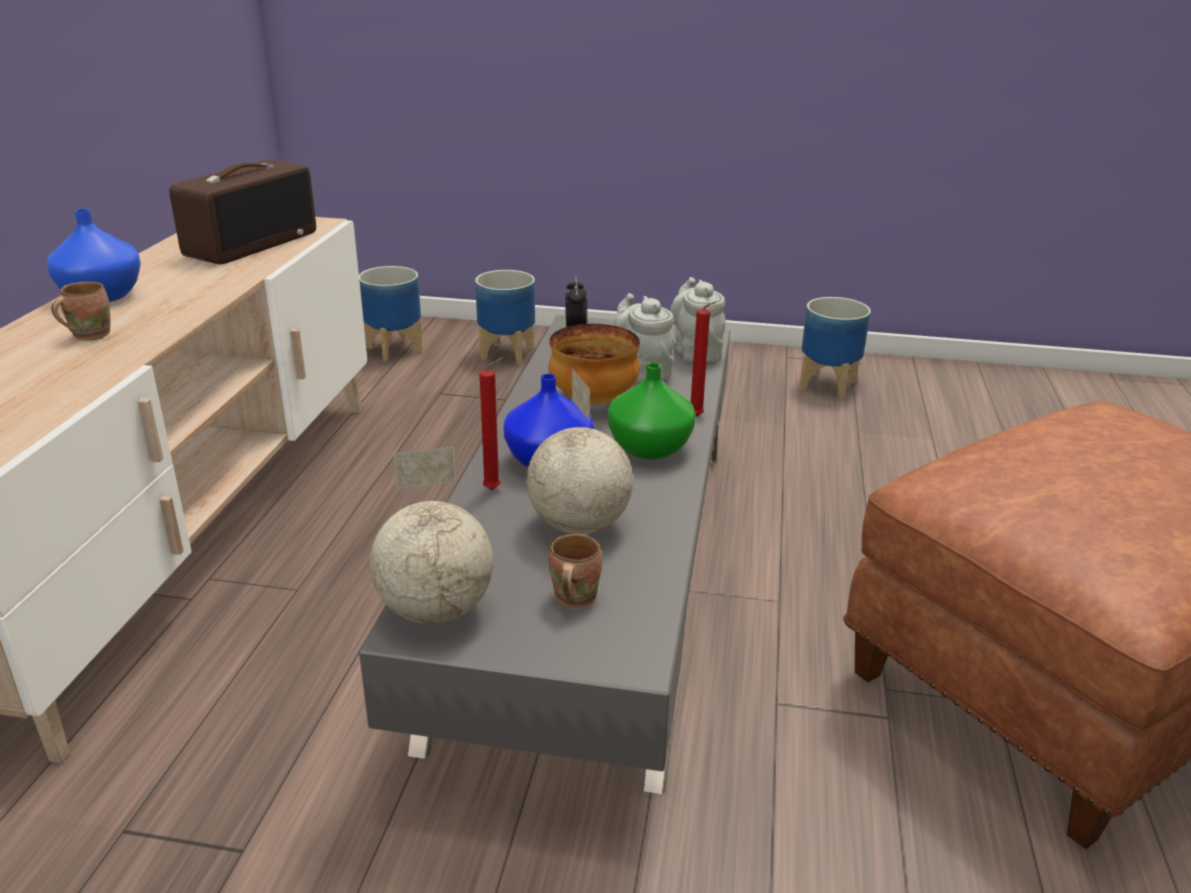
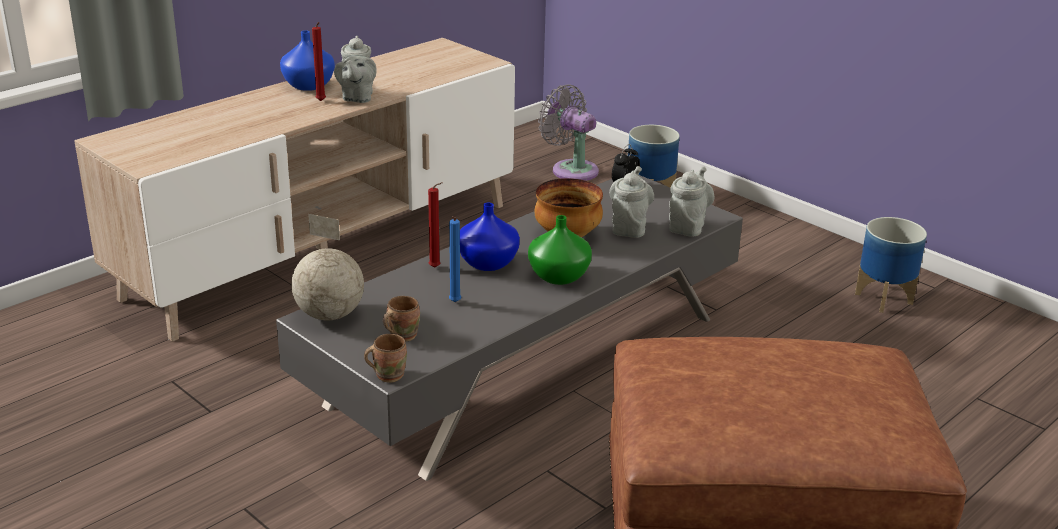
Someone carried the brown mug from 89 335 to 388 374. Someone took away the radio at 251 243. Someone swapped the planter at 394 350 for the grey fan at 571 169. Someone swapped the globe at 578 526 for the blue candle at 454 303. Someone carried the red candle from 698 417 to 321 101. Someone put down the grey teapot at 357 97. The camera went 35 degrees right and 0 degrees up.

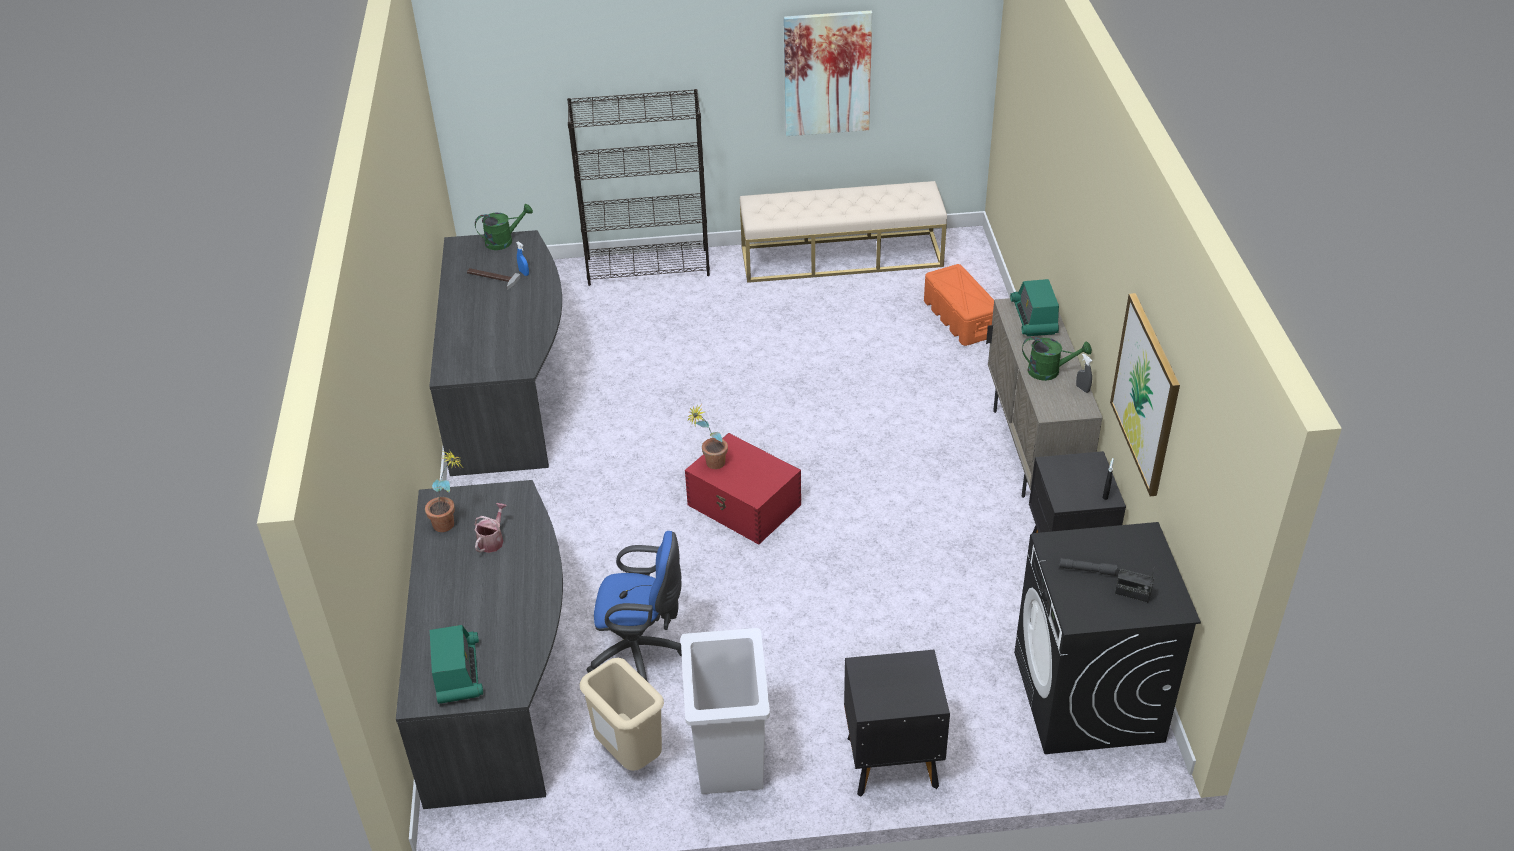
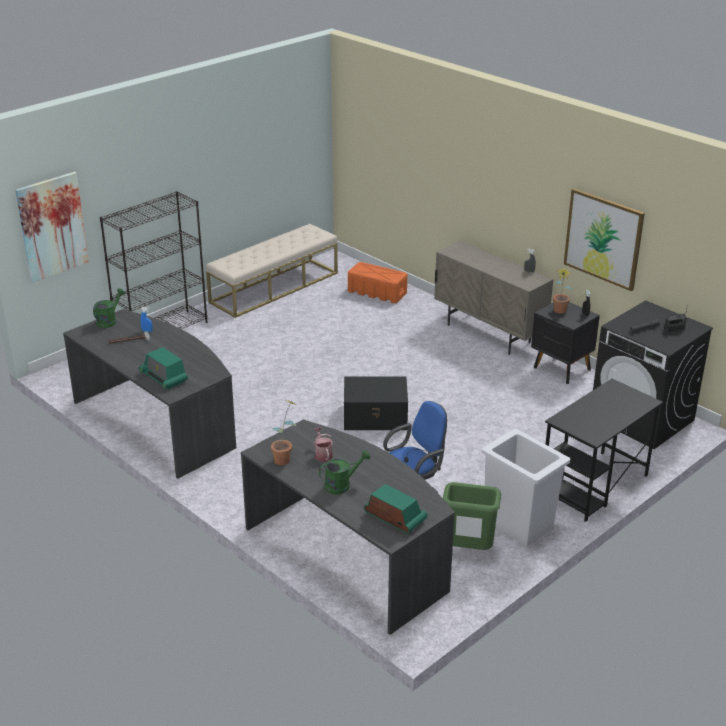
Someone repainted the beige trash can at 628 755, which became the green trash can at 467 551. Someone repainted the red storage box at 744 506, which became the black storage box at 376 417. Someone carried the potted plant from 710 465 to 559 312. Someone carried the picture from 827 73 to 52 226. Someone swapped the black nightstand at 890 760 for the black desk at 594 486. Someone carried the radio from 1034 318 to 164 377. Someone carried the green watering can from 1050 371 to 341 485. The camera went 40 degrees left and 10 degrees down.

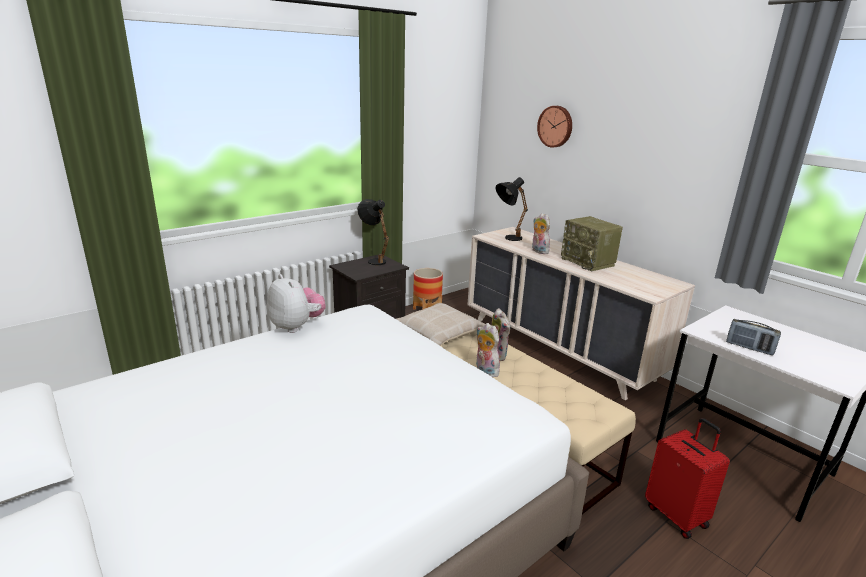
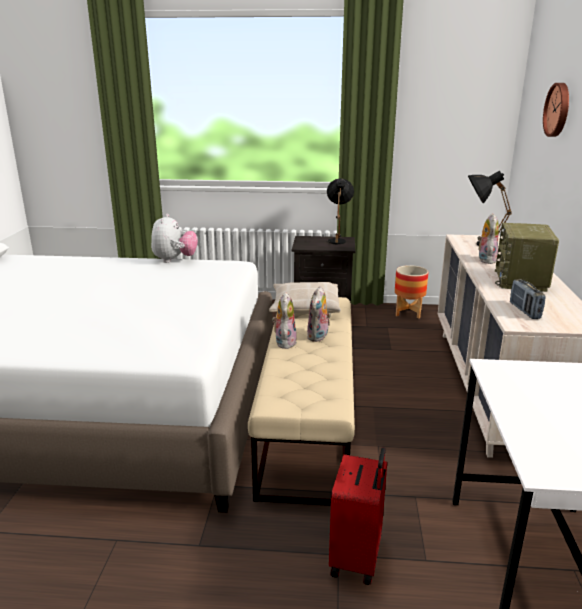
Someone carried the radio from 749 348 to 524 311. The camera went 45 degrees right and 0 degrees up.

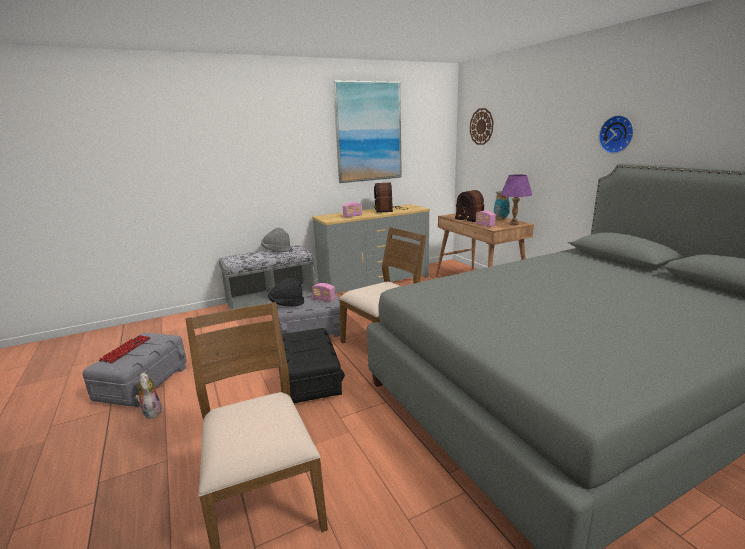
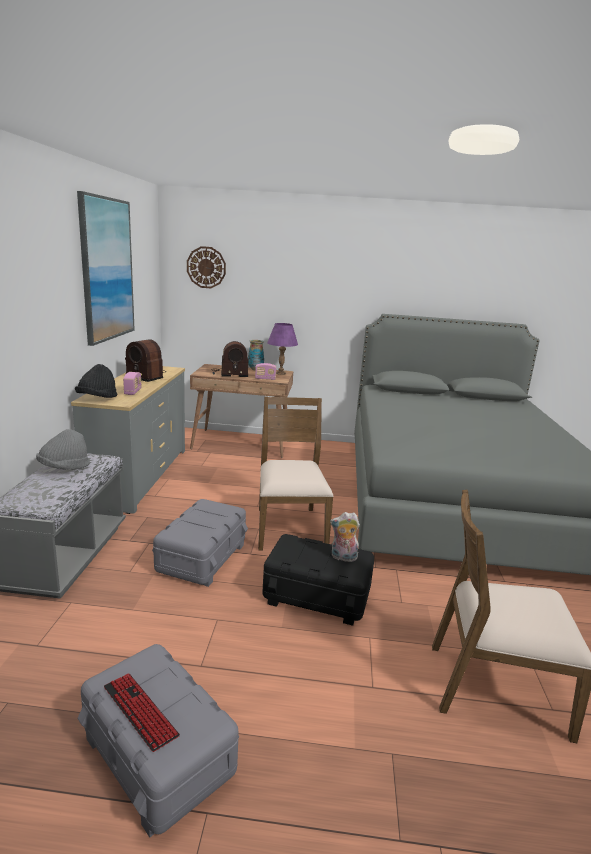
Someone carried the plush toy from 151 412 to 343 558. Someone carried the black hat from 286 304 to 97 399. Someone took away the radio at 324 299. Someone took away the wall clock at 617 134. The camera went 60 degrees left and 0 degrees up.

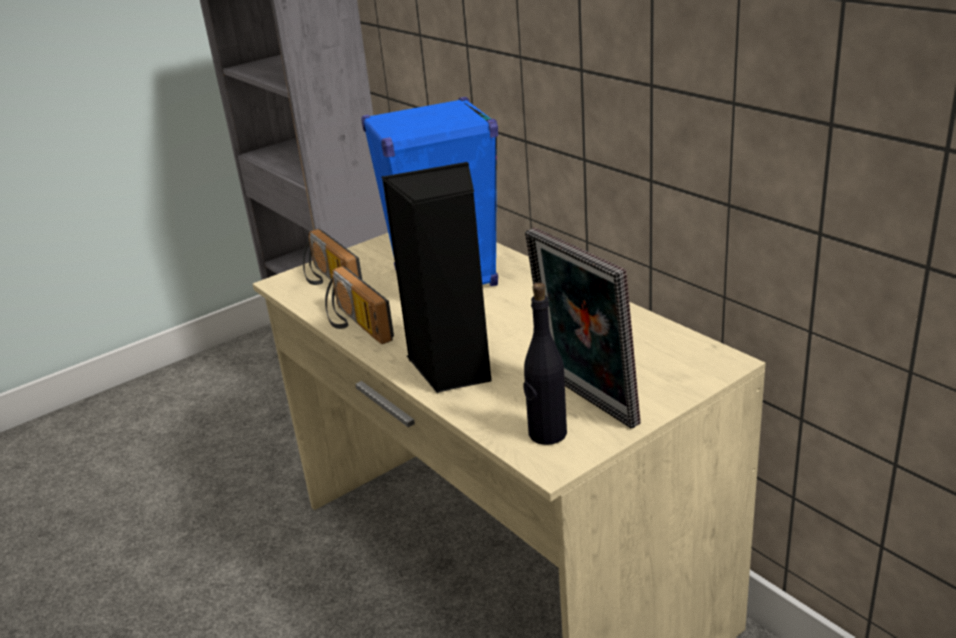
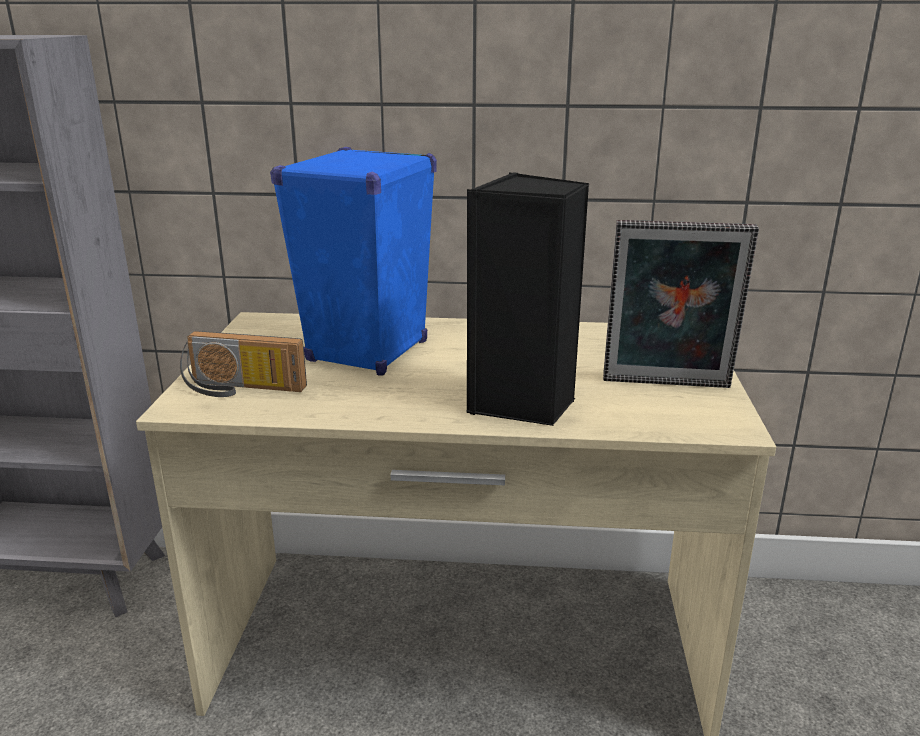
Someone took away the radio at 354 325. Someone took away the black bottle at 547 434. The camera went 50 degrees left and 5 degrees down.

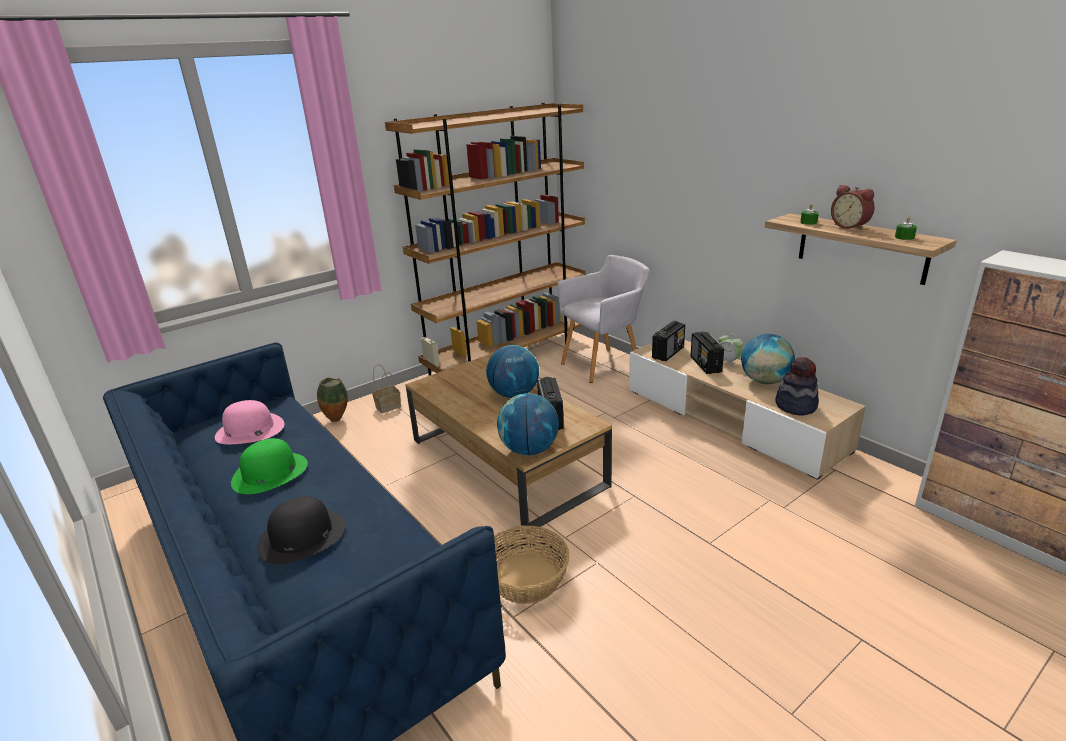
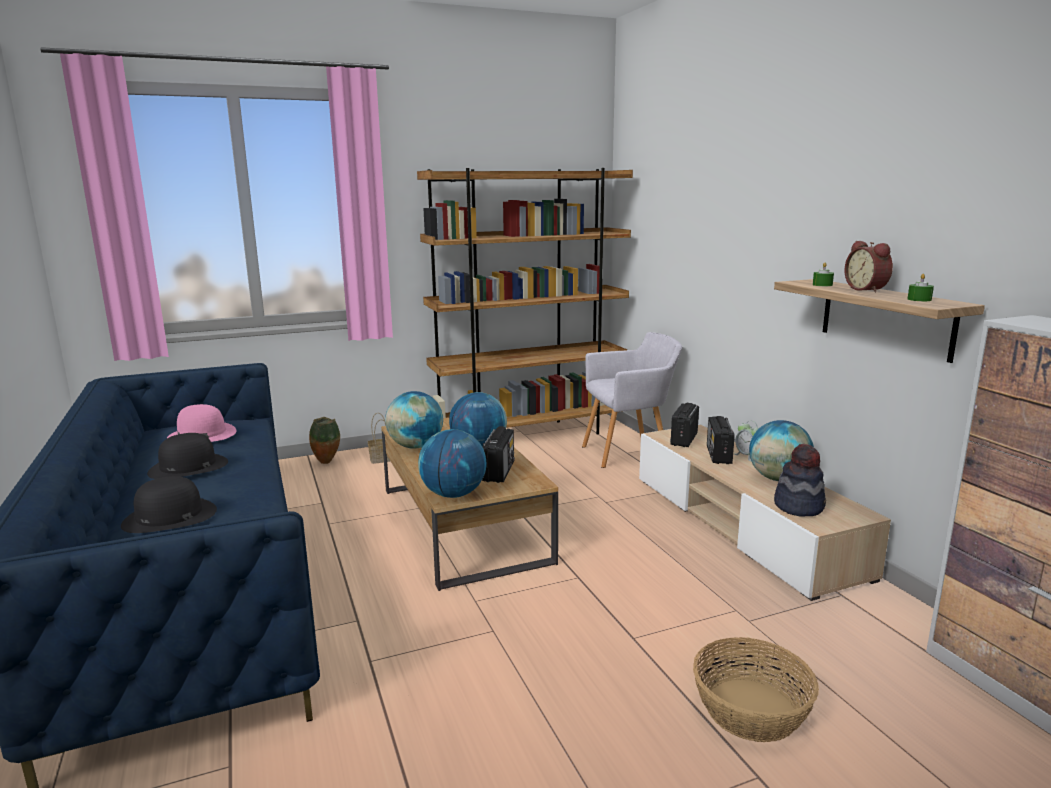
Someone repainted the green hat at 269 473, which became the black hat at 188 467. Someone carried the basket from 527 579 to 752 710. Someone rotated the radio at 668 353 by 150 degrees clockwise. Someone put down the globe at 415 446. The camera went 15 degrees right and 10 degrees down.

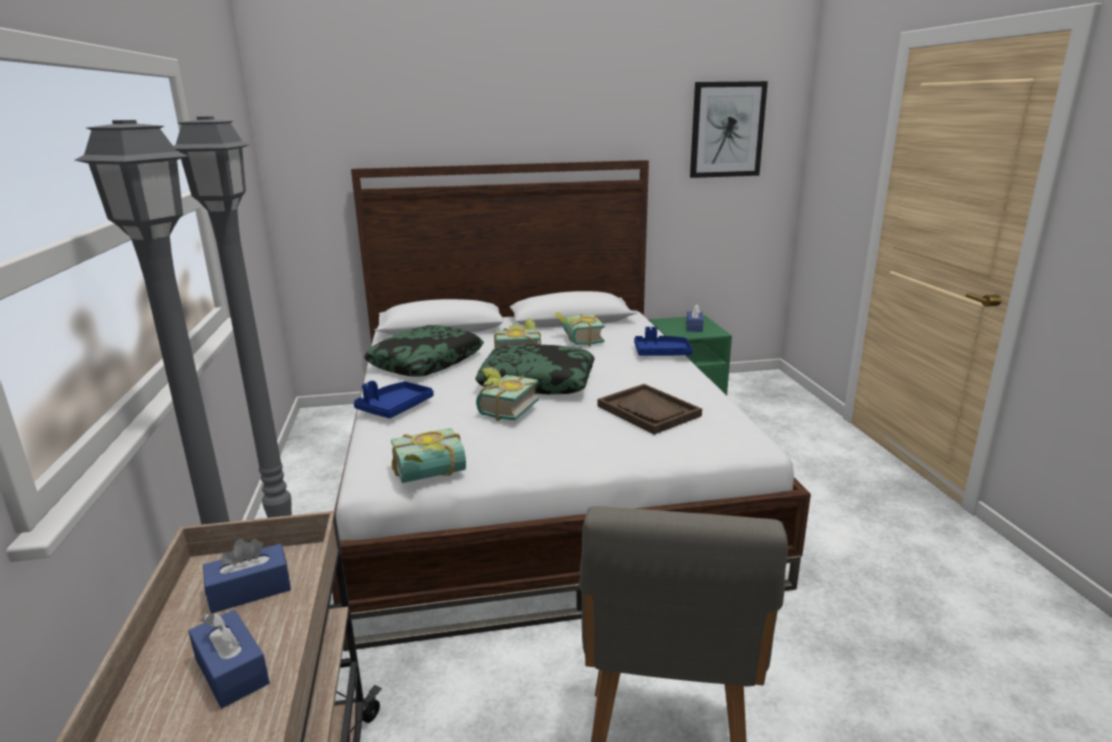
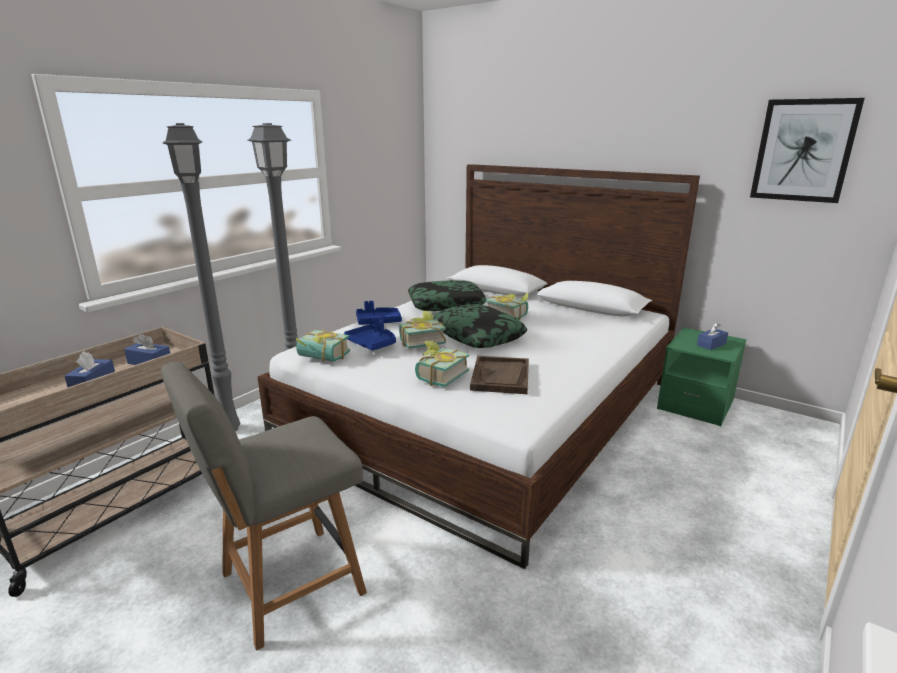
Someone carried the book from 578 340 to 438 376. Someone carried the blue tray from 661 353 to 372 343. The camera went 45 degrees right and 0 degrees up.

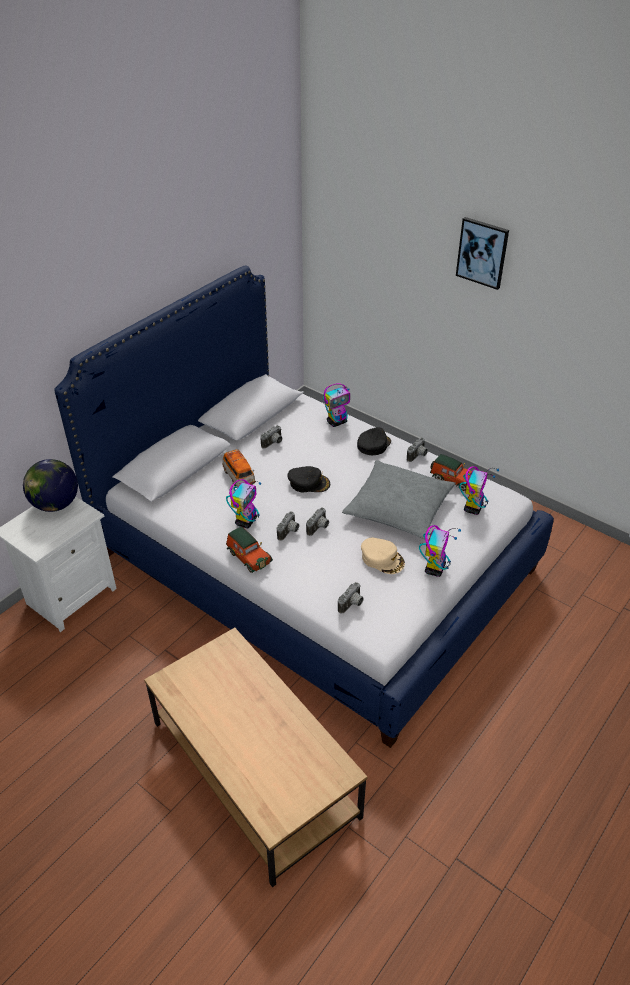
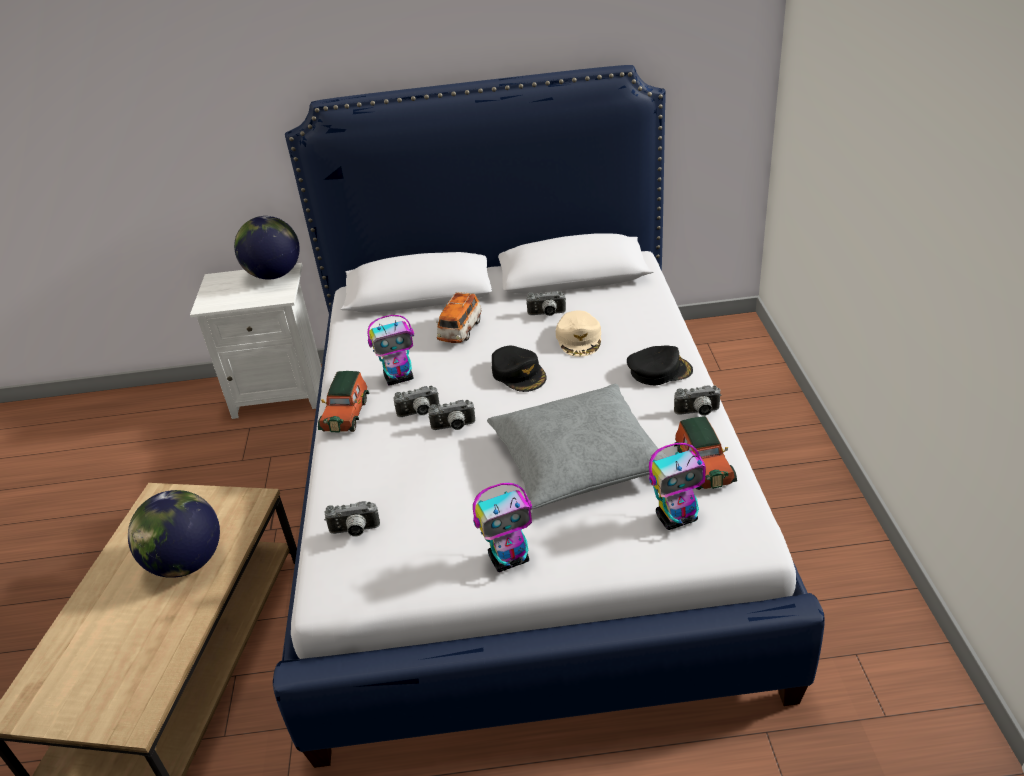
Someone took away the toy robot at 337 422. Someone carried the beige cap from 382 559 to 579 339. Someone took away the picture at 482 252. Someone put down the globe at 187 563. The camera went 50 degrees right and 5 degrees down.

